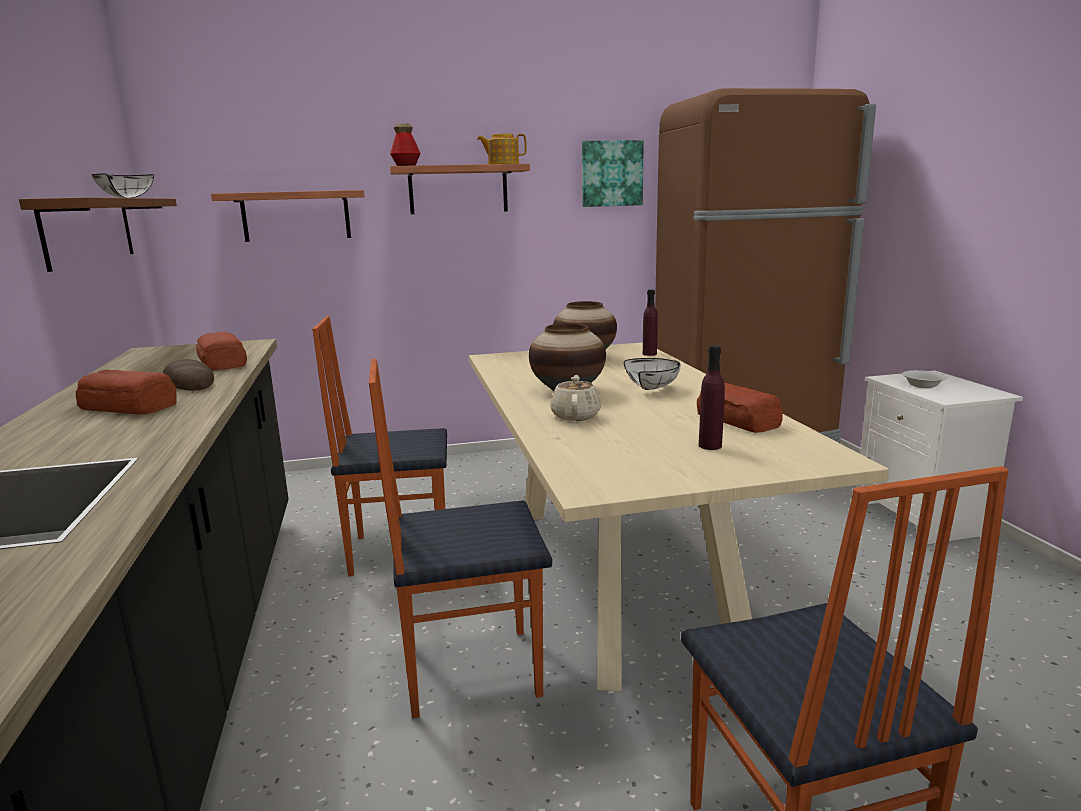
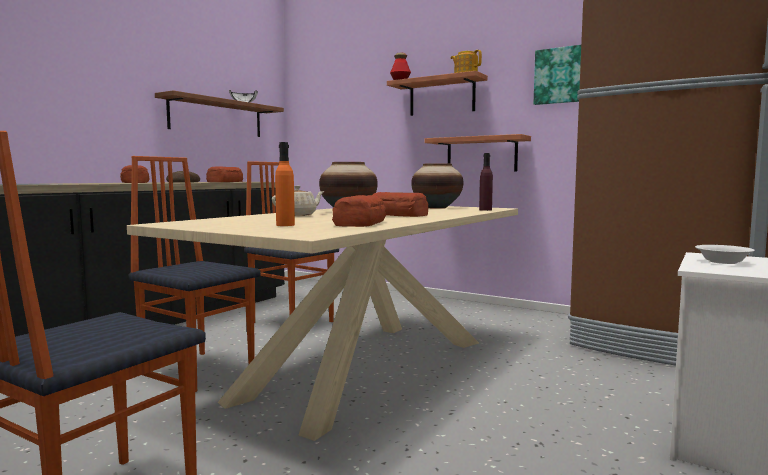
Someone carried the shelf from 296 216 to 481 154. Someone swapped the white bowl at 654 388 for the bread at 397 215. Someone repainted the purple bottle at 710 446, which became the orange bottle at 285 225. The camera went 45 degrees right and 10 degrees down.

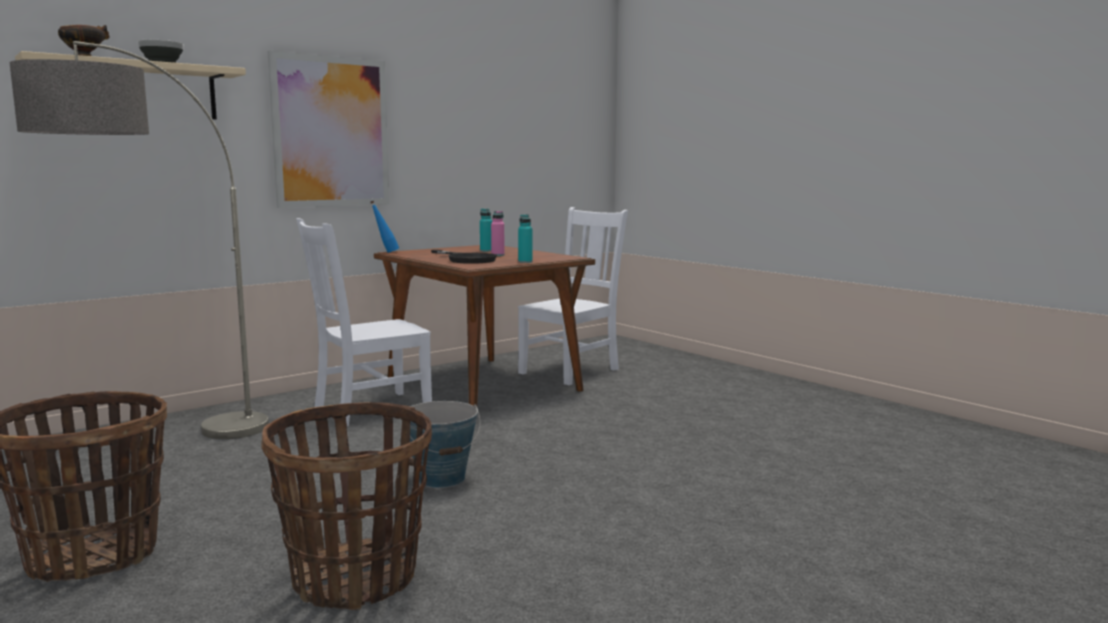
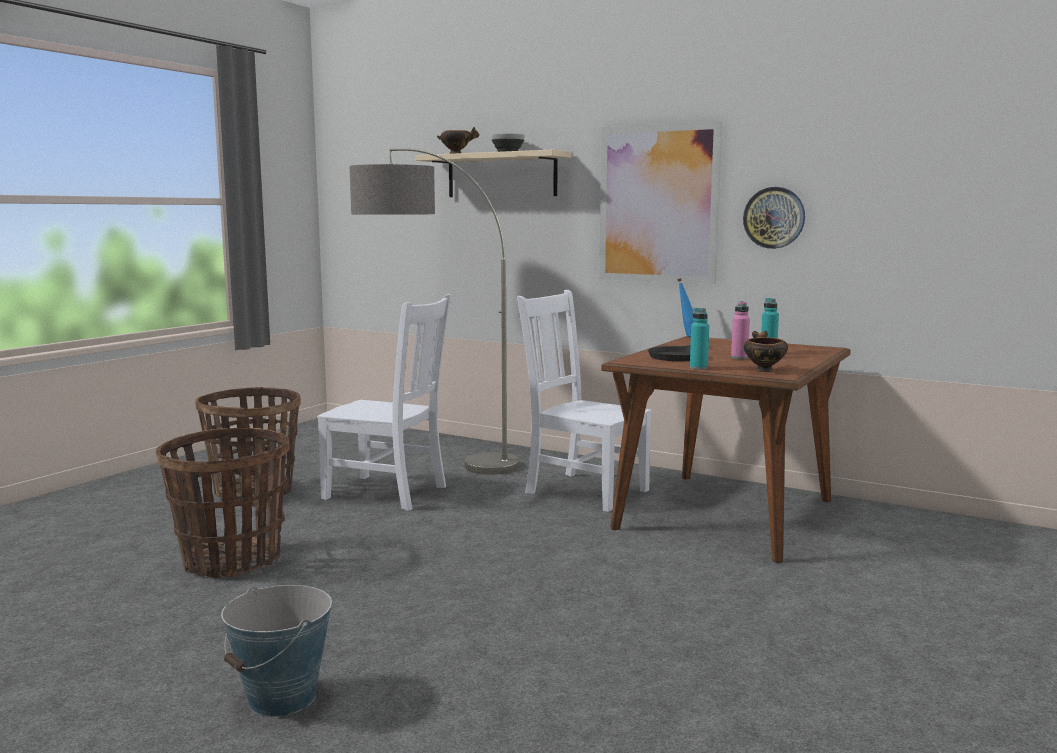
Someone carried the bucket from 442 478 to 282 698. Someone carried the white chair from 571 370 to 389 493. Someone put up the wall clock at 774 217. Someone put down the bowl at 763 370. The camera went 70 degrees right and 0 degrees up.

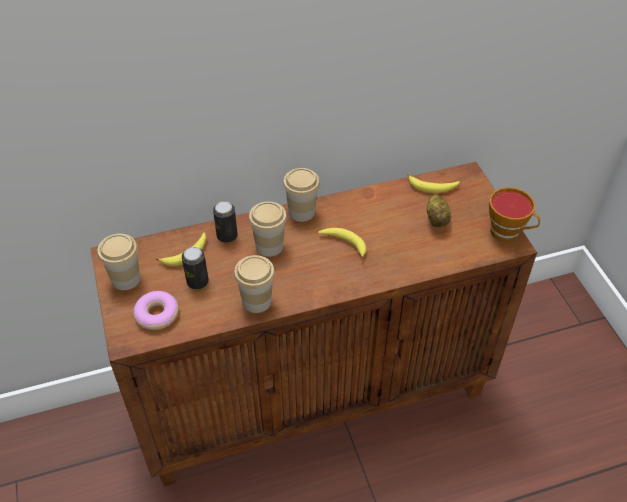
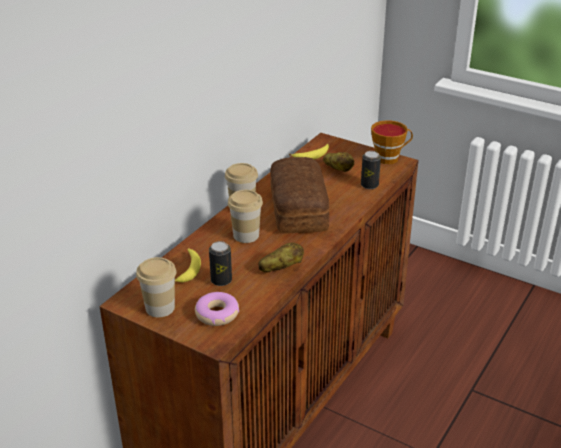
Someone carried the can from 227 236 to 369 185. Someone swapped the cup at 257 301 for the potato at 281 268. Someone swapped the banana at 344 243 for the bread at 297 209. The camera went 40 degrees left and 15 degrees down.

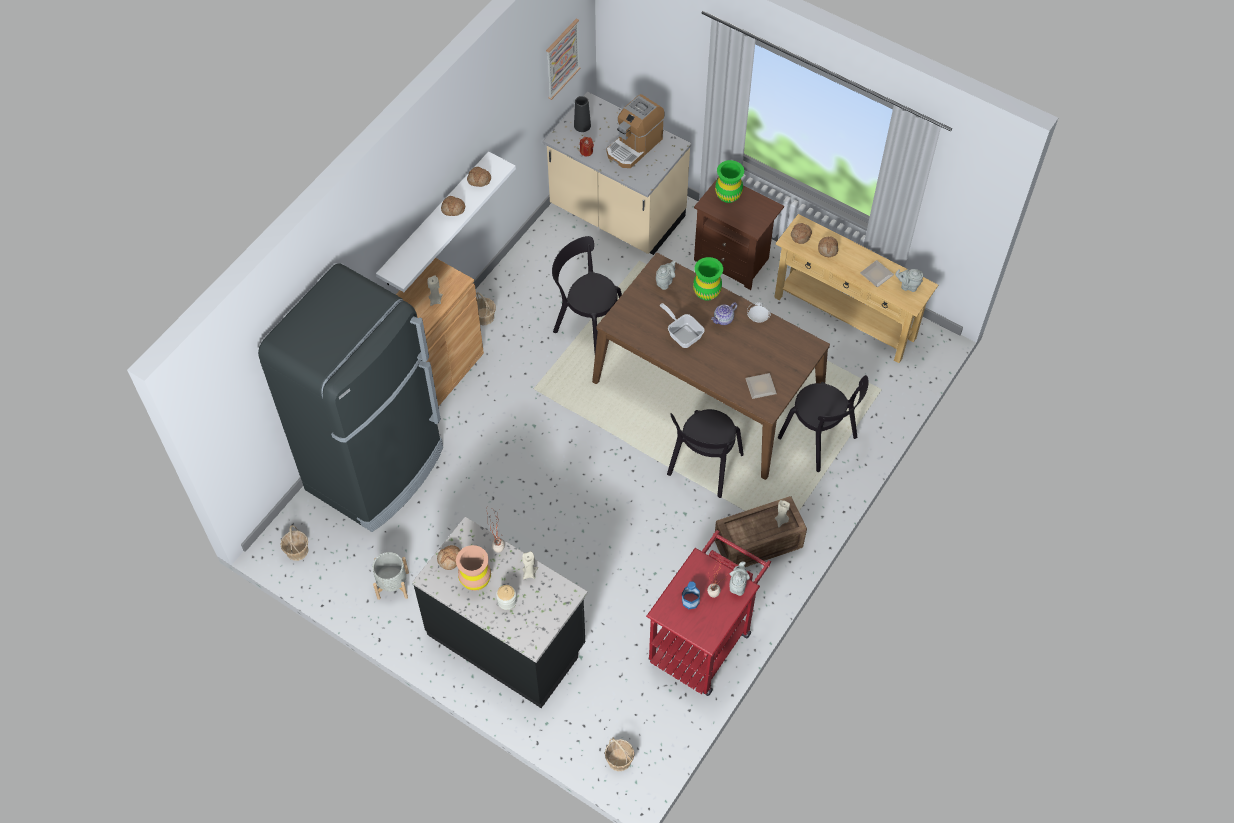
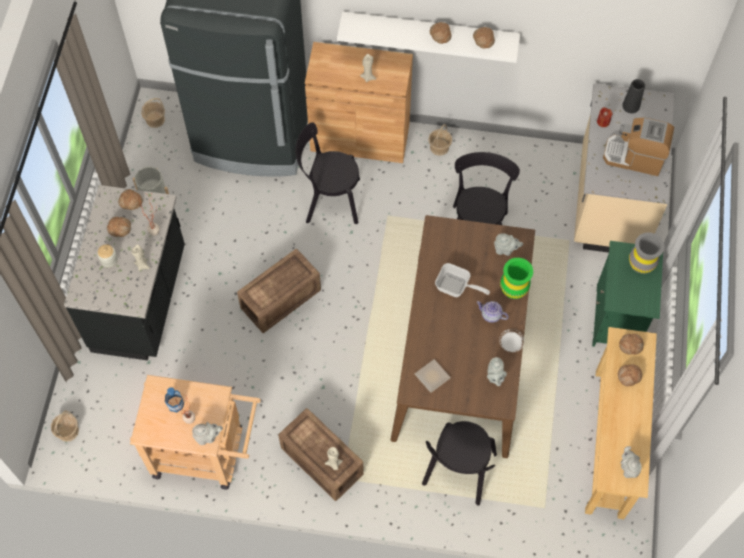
Someone swapped the brown vase at 475 579 for the bread at 119 228. Someone took away the picture at 562 58. Someone repainted the red cart at 704 639, which became the beige cart at 206 453. Someone rotated the frying pan at 682 333 by 90 degrees clockwise. Someone carried the black chair from 703 467 to 329 199. Someone repainted the brown nightstand at 734 260, which became the green nightstand at 617 319. Someone repainted the green vase at 728 195, which became the grey vase at 641 264. Someone took away the plate at 876 276. Someone put down the crate at 282 299. Someone put down the grey teapot at 495 377. The camera went 65 degrees right and 5 degrees up.

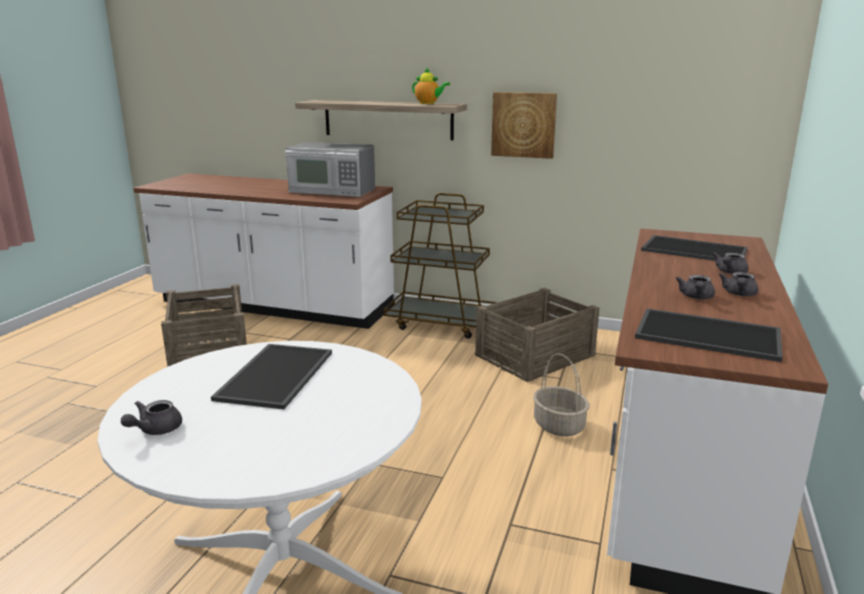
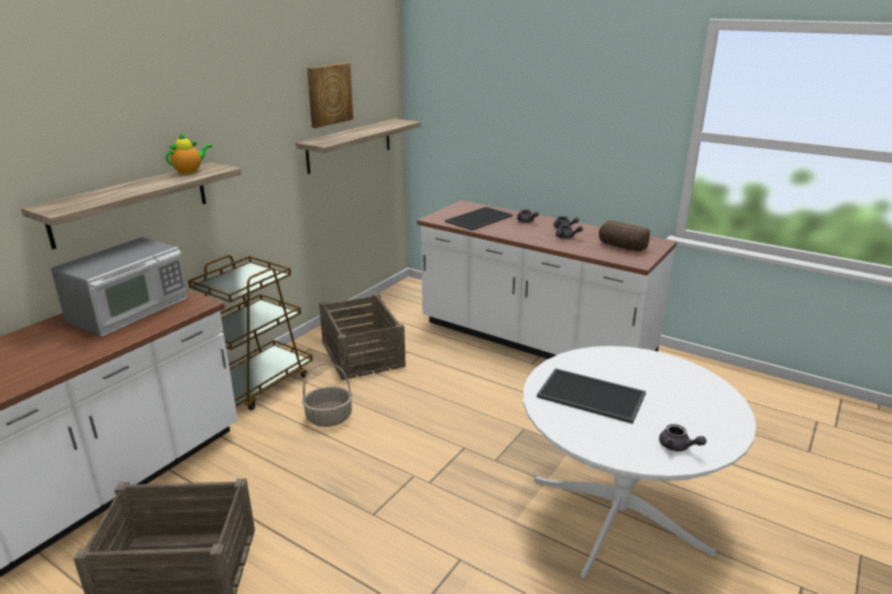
Someone carried the picture from 523 124 to 329 94. Someone carried the basket from 558 425 to 328 418. Someone swapped the tray at 709 334 for the bread at 621 246. Someone put up the shelf at 350 145. The camera went 75 degrees left and 5 degrees up.

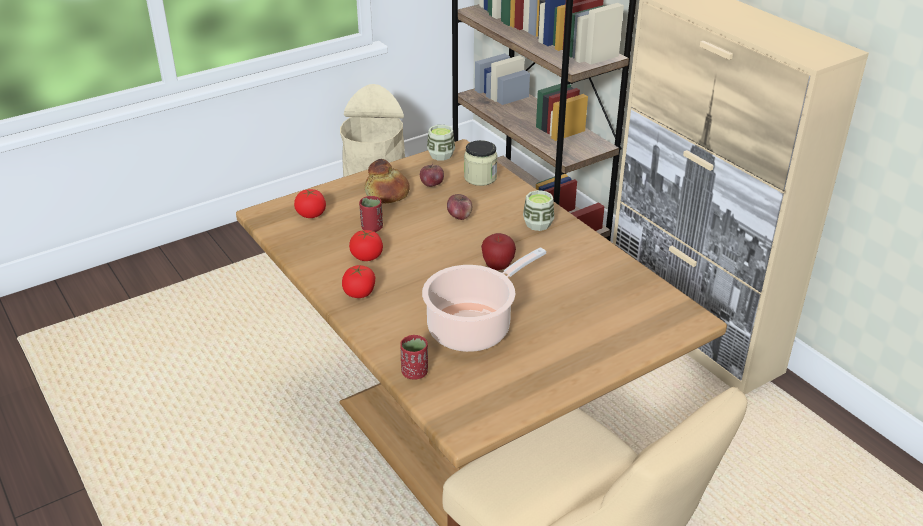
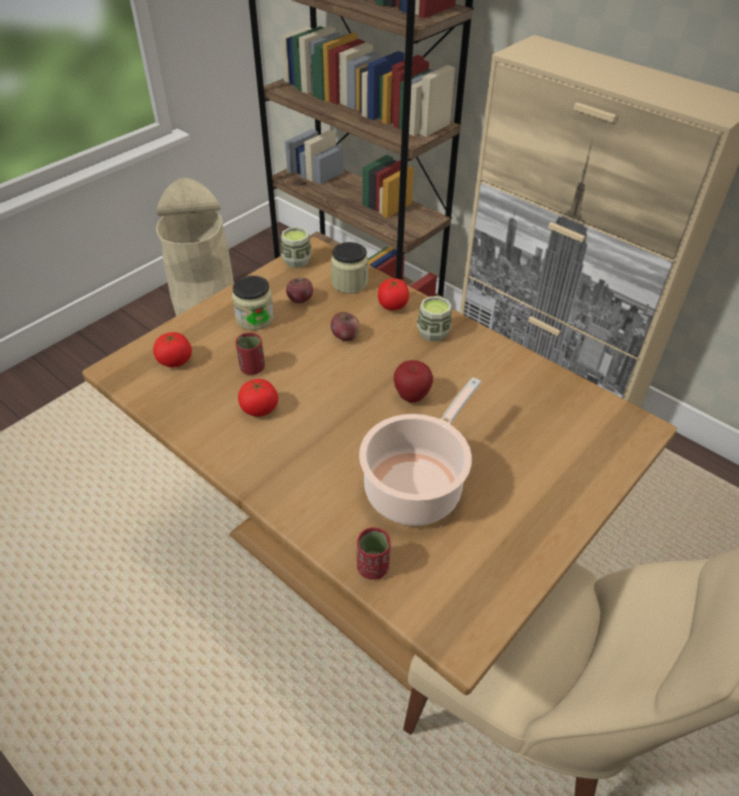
Someone carried the tomato from 359 293 to 392 305. Someone swapped the bread at 387 193 for the jar at 255 318. The camera went 15 degrees left and 10 degrees up.

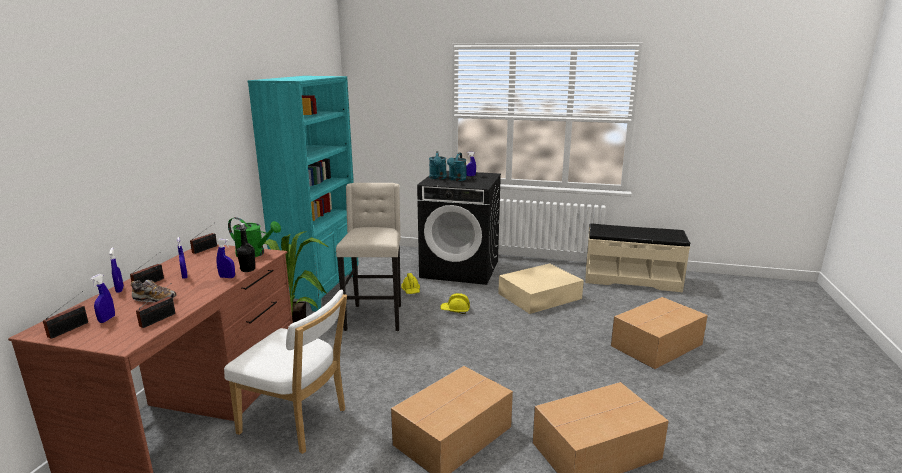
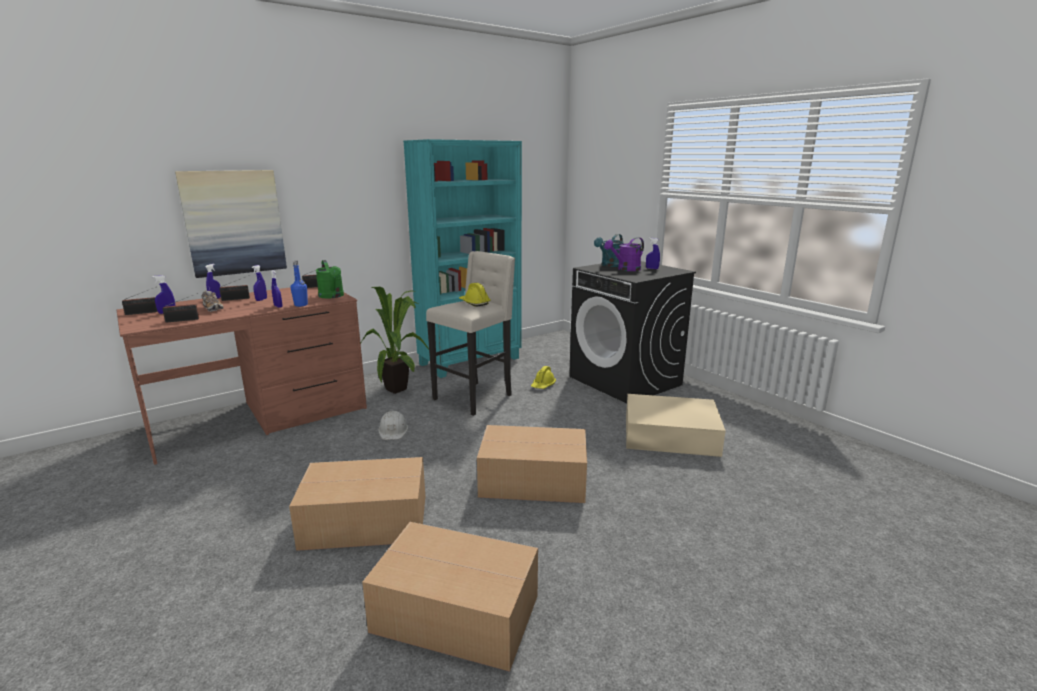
Someone took away the white chair at 297 423. Someone repainted the black bottle at 248 269, which became the blue bottle at 301 305. Someone carried the yellow hard hat from 455 310 to 474 303. Someone repainted the turquoise watering can at 456 179, which became the purple watering can at 625 269. Someone took away the beige bench at 631 279. Someone carried the cardboard box from 658 345 to 535 481. Someone put up the picture at 234 222. Someone put down the white hard hat at 393 430. The camera went 40 degrees right and 0 degrees up.

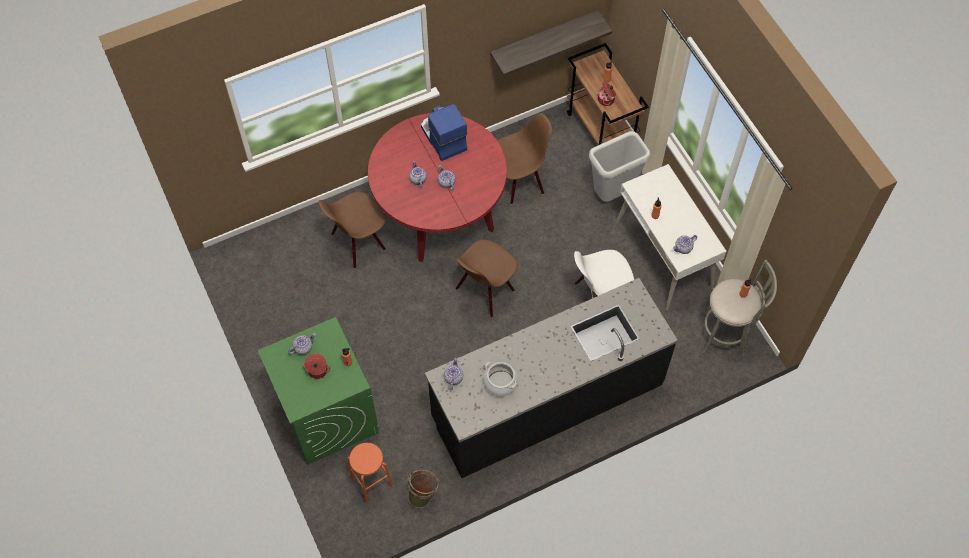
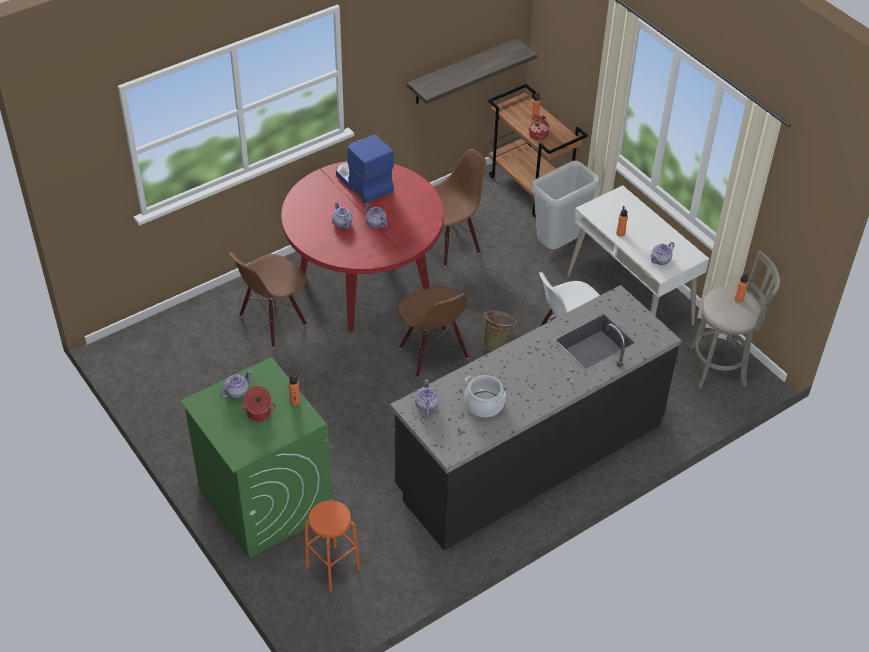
Someone carried the green bucket from 423 494 to 498 343. Someone rotated the brown chair at 485 291 by 60 degrees counterclockwise. The camera went 10 degrees left and 15 degrees down.

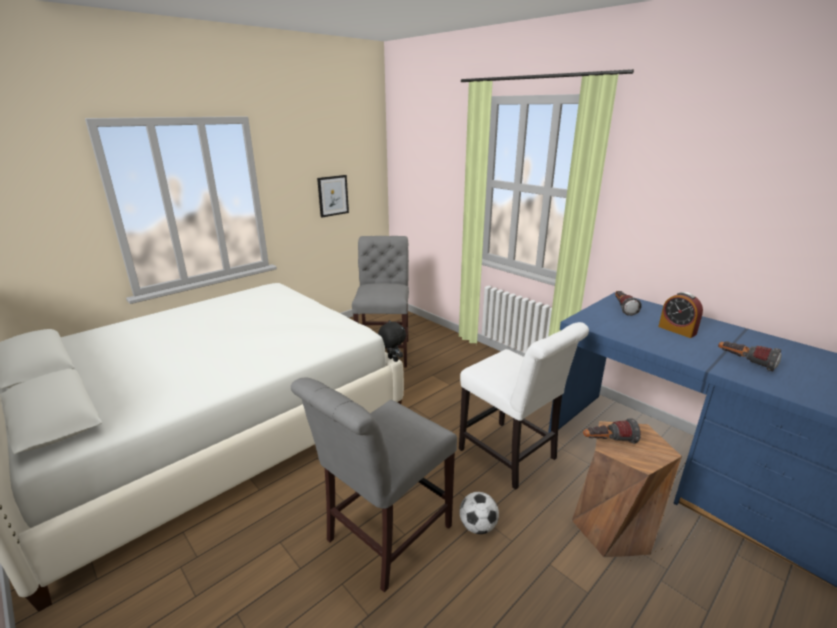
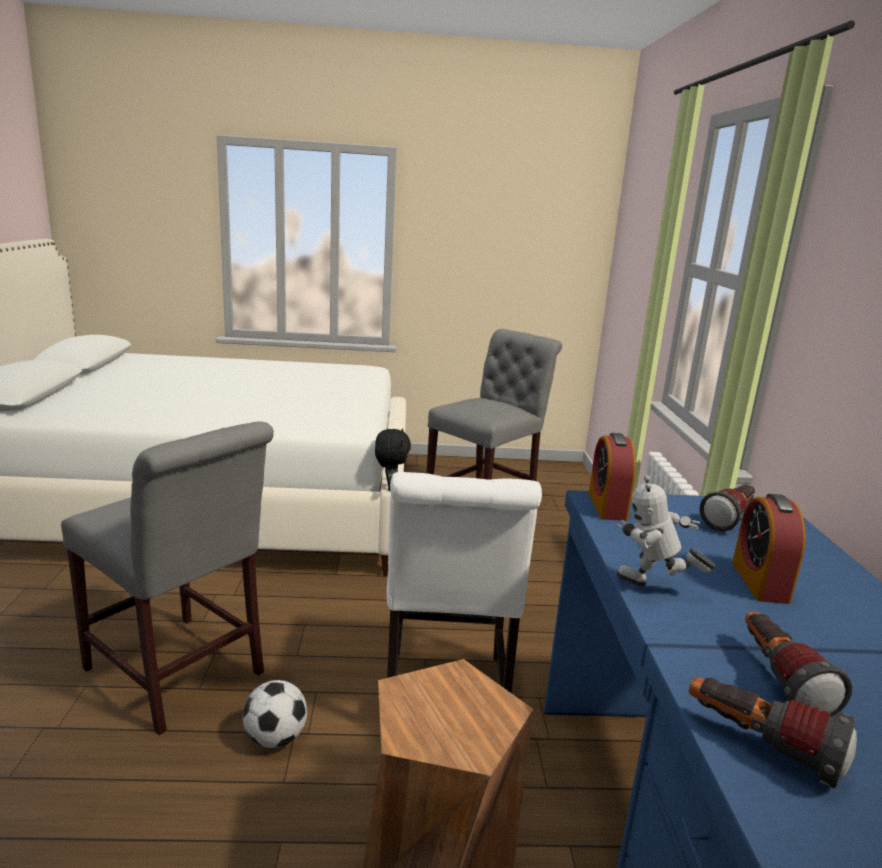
Someone rotated the grey chair at 383 536 by 135 degrees counterclockwise. Someone took away the picture at 333 195. Someone carried the flashlight from 608 441 to 759 746. Someone put down the alarm clock at 607 506. Someone put down the toy robot at 653 590. The camera went 40 degrees right and 5 degrees down.

